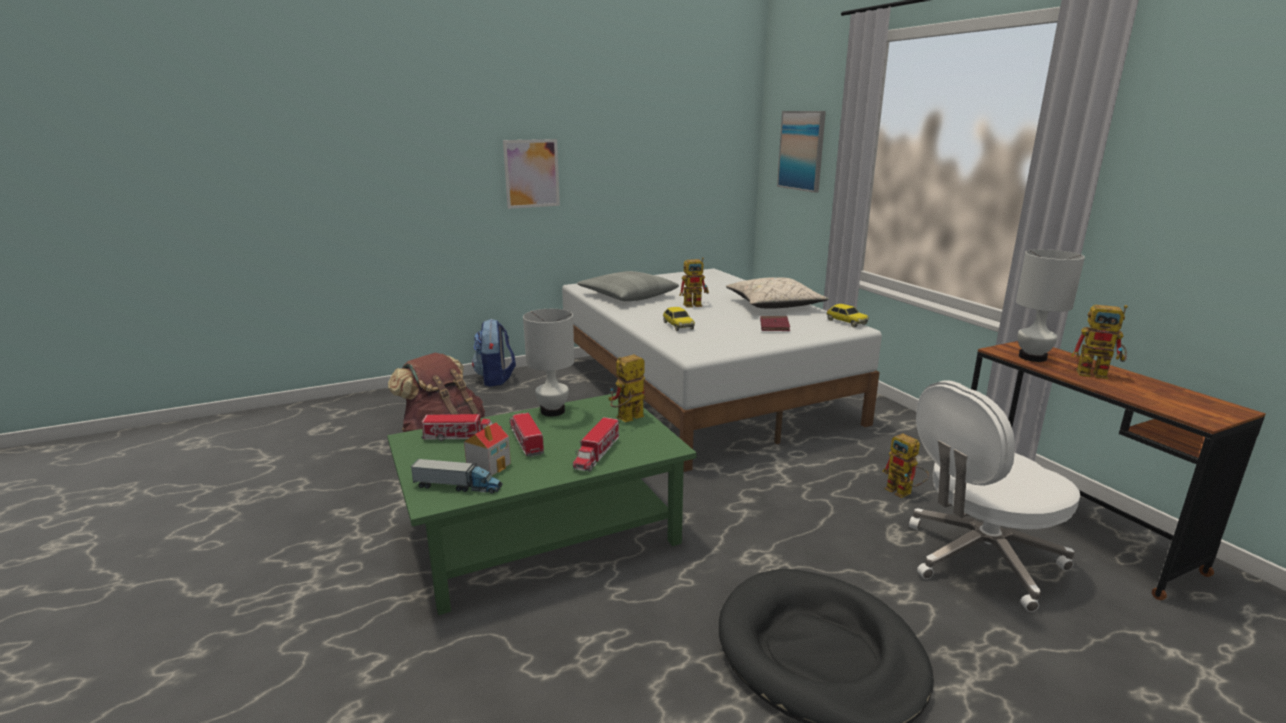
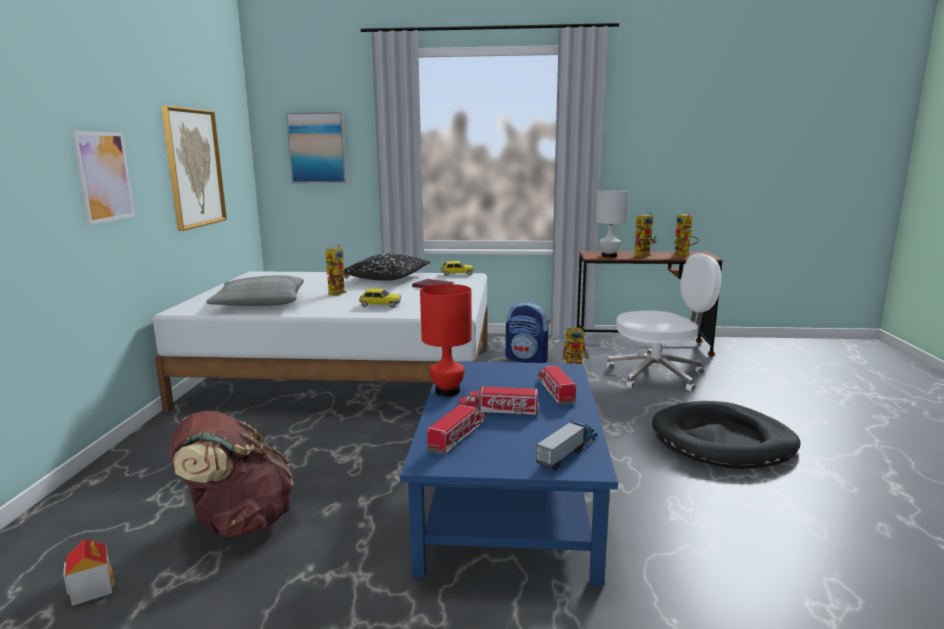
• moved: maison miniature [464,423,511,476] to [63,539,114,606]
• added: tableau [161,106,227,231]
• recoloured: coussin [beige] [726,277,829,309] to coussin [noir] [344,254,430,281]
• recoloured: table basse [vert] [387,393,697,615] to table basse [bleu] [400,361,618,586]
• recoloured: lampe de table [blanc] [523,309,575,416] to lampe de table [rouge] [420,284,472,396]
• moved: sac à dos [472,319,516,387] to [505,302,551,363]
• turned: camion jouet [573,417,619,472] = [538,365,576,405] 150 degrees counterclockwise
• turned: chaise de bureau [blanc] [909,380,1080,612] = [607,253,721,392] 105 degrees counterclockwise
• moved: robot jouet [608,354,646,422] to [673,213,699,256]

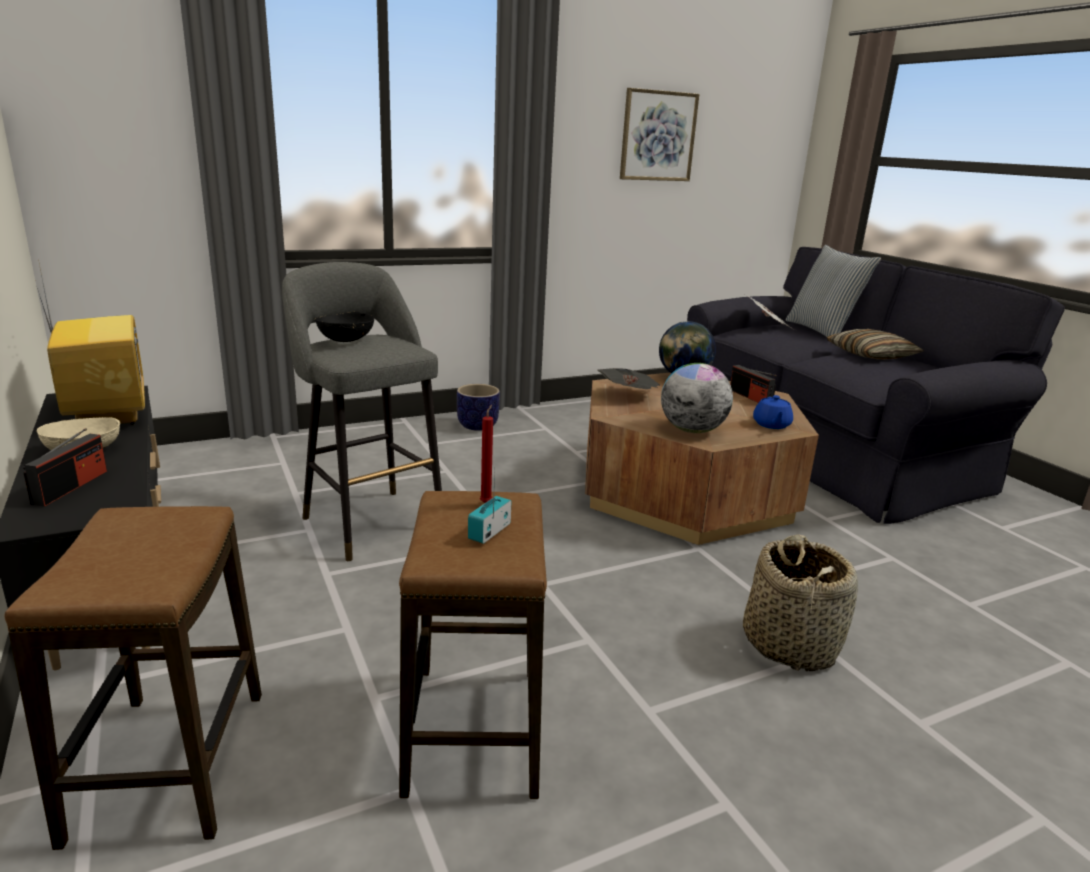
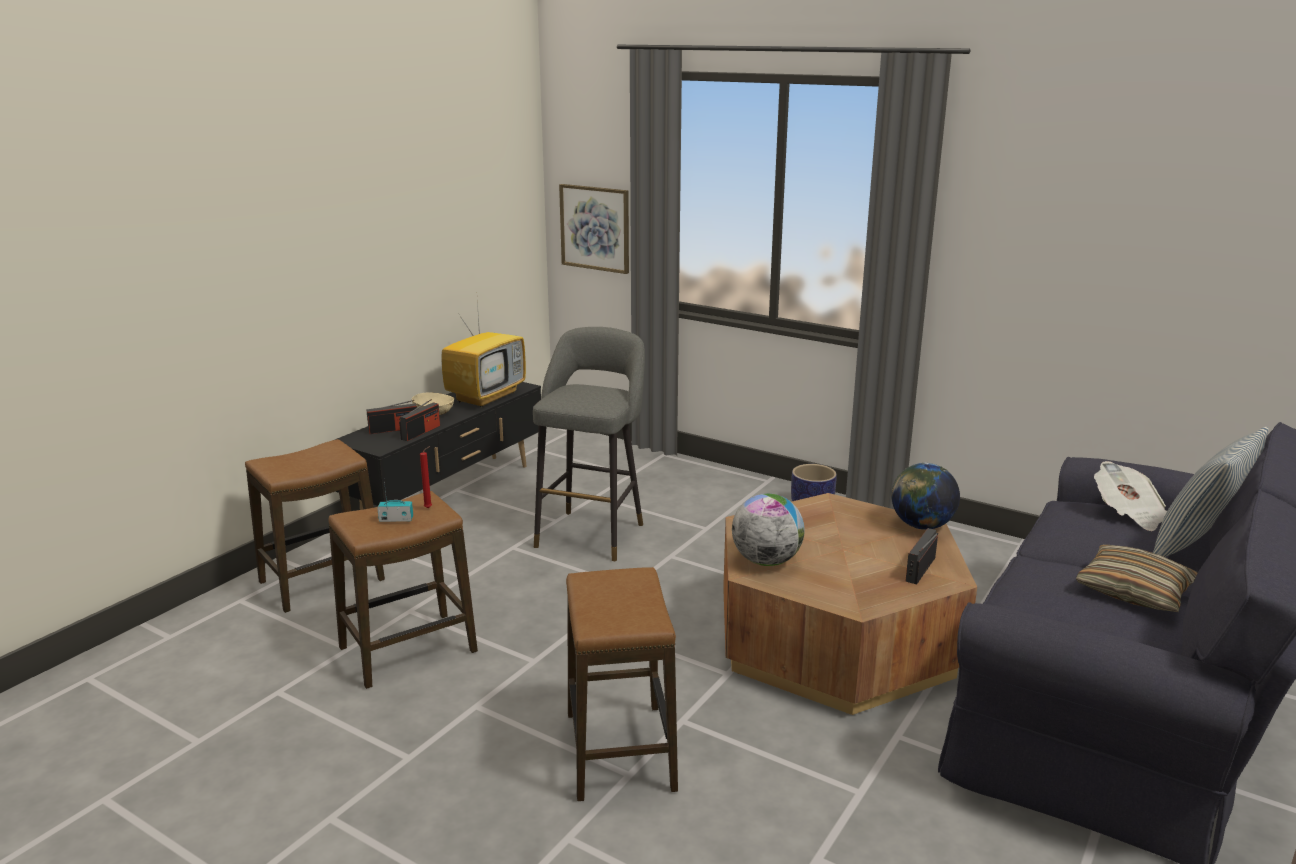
• added: radio [399,399,440,441]
• moved: tableau [620,88,699,181] to [559,184,629,274]
• replaced: panier [743,534,858,671] to tabouret [566,567,678,801]
• removed: bol [noir] [315,312,374,342]
• removed: journal [597,368,660,389]
• removed: théière [bleu] [753,395,793,429]

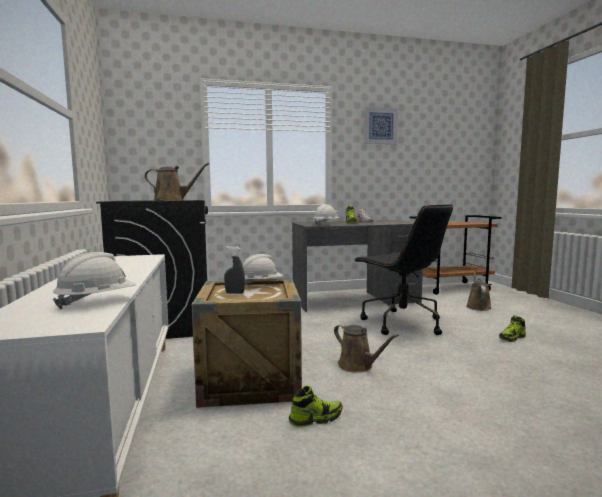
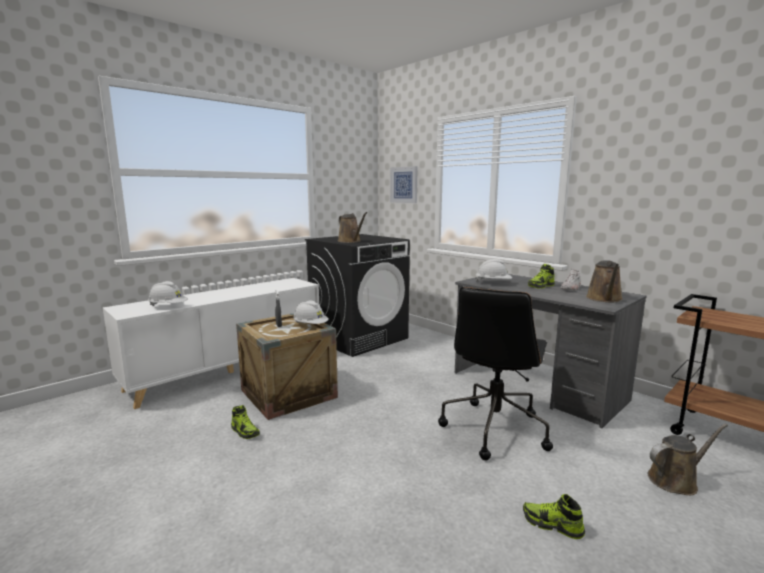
• moved: tableau [364,107,398,144] to [390,166,417,203]
• moved: arrosoir [marron] [334,324,399,373] to [586,260,623,302]

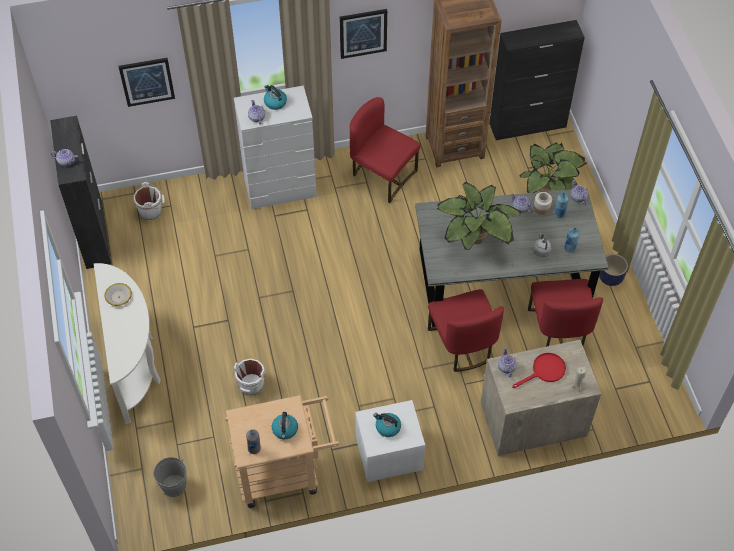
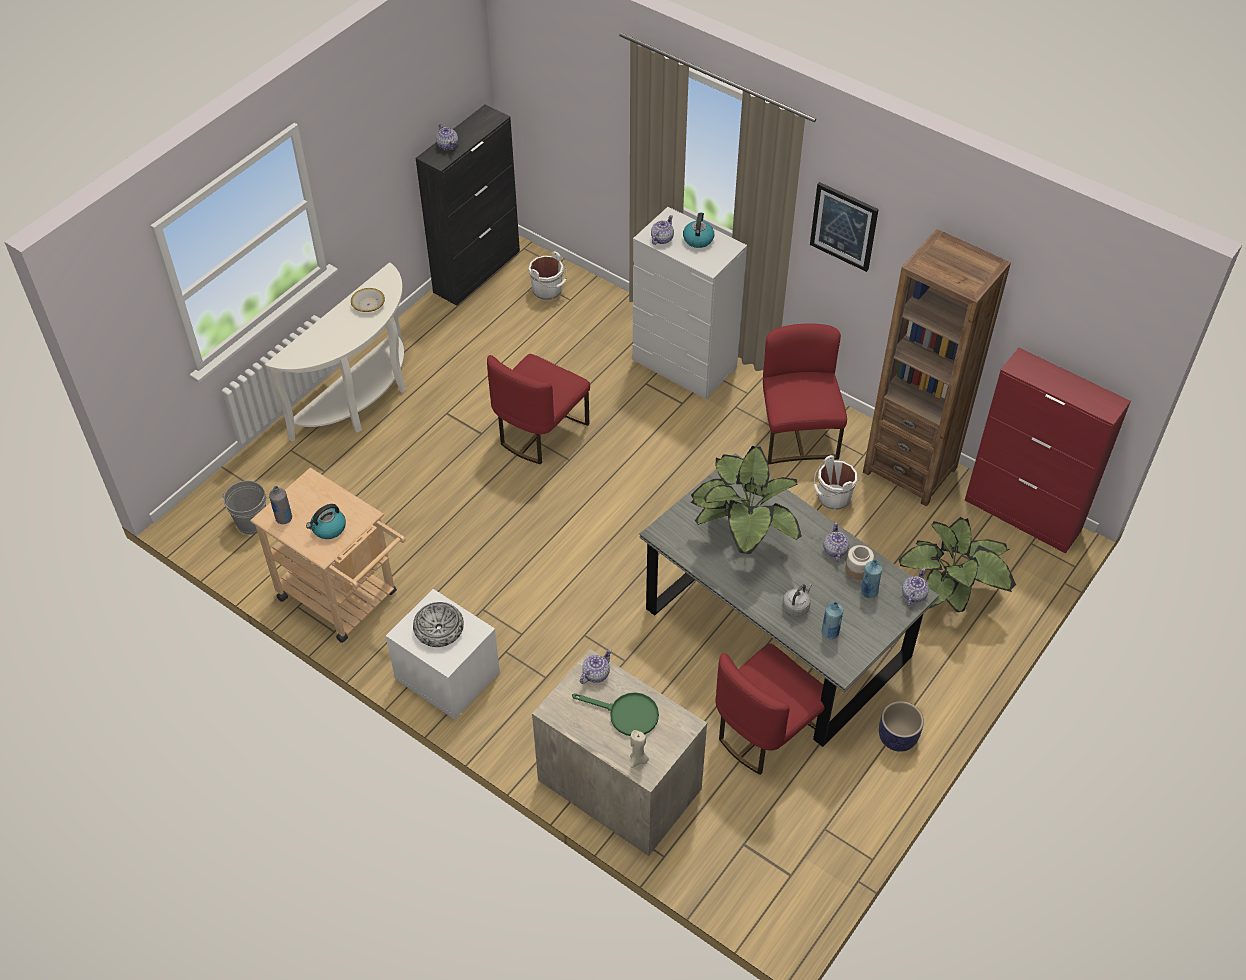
• replaced: bouilloire [373,413,401,437] to bol [413,602,464,647]
• moved: chaise [rouge] [428,289,504,372] to [487,354,590,464]
• recoloured: poêle [rouge] [512,353,566,388] to poêle [vert] [572,692,659,736]
• moved: seau [blanc] [233,359,266,395] to [814,455,859,510]
• recoloured: meuble de rangement [noir] [489,20,585,140] to meuble de rangement [rouge] [965,348,1131,554]
• removed: tableau [119,58,175,107]

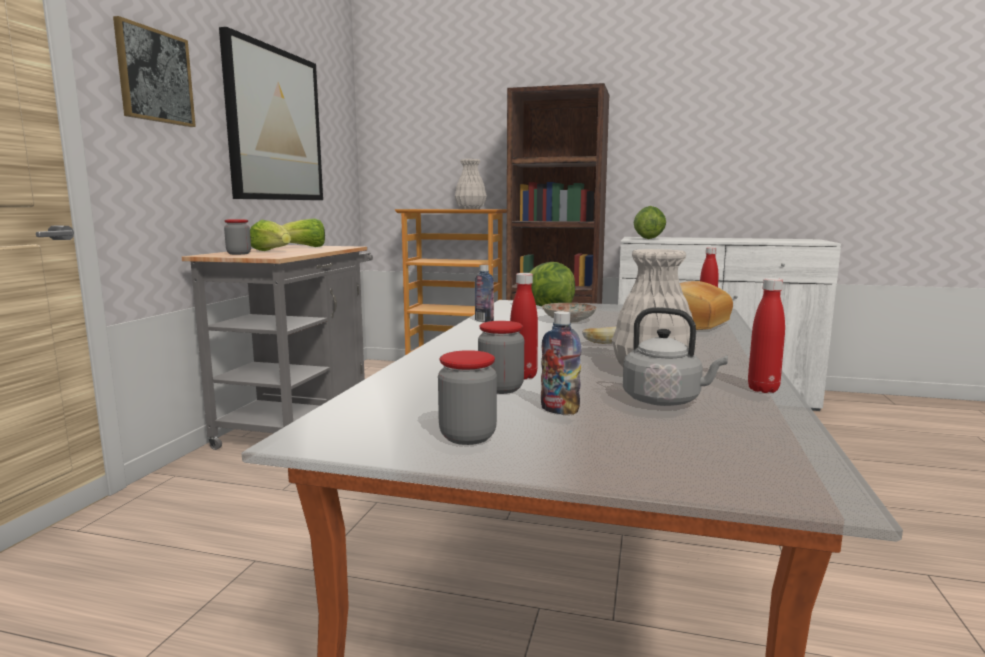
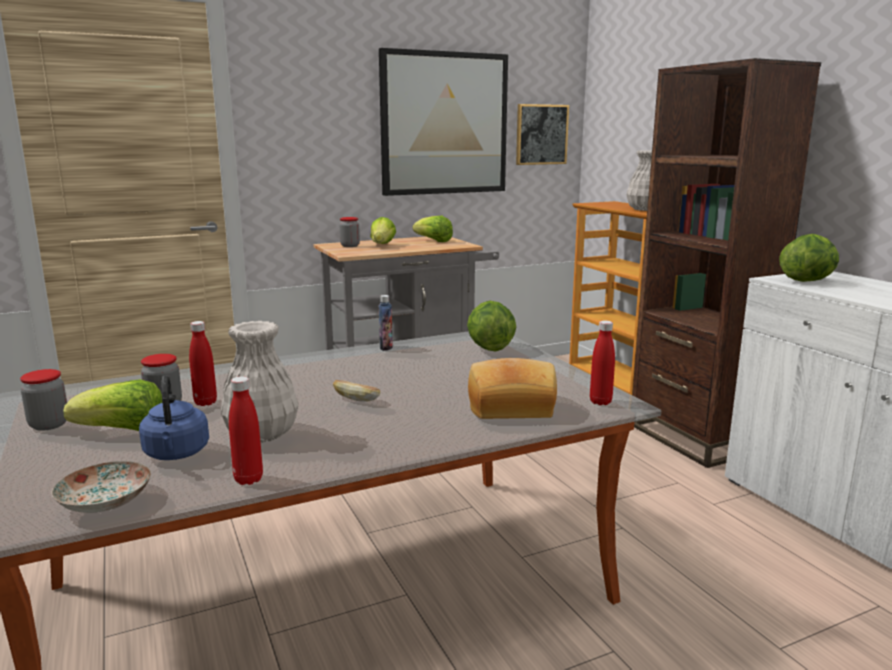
• moved: assiette [542,303,597,323] to [52,461,151,513]
• replaced: bouteille [541,311,581,415] to laitue [63,379,162,431]
• recoloured: bouilloire [gris] [623,307,728,406] to bouilloire [bleu] [139,375,209,460]
• moved: tableau [113,16,196,127] to [516,104,569,165]

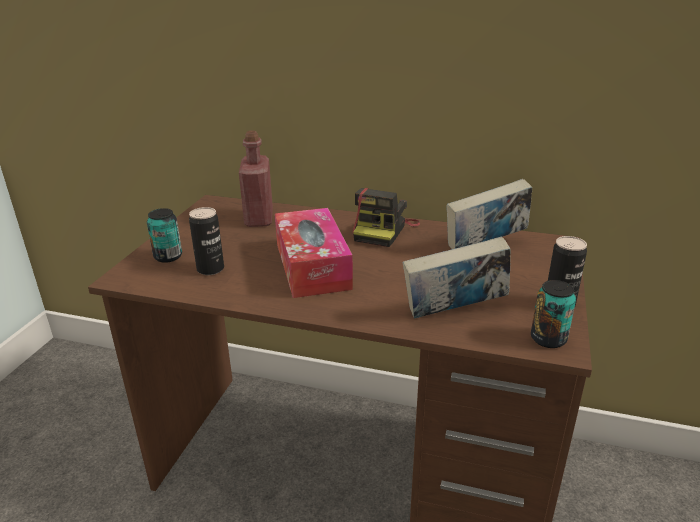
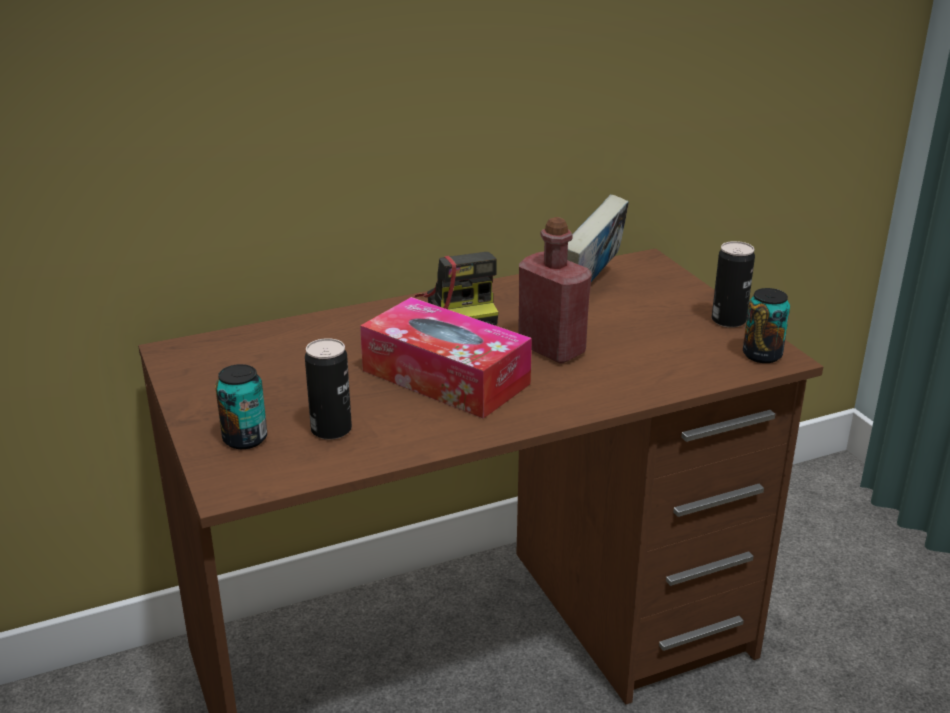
• moved: bouteille [rouge] [239,131,273,227] to [518,217,592,364]
• removed: livre [403,236,511,319]

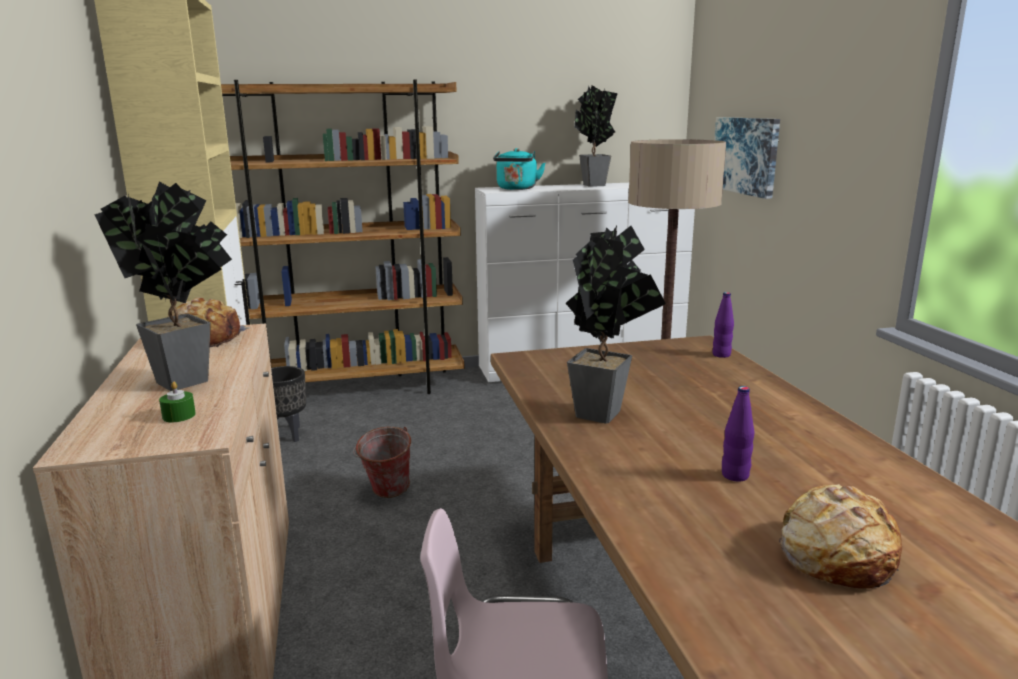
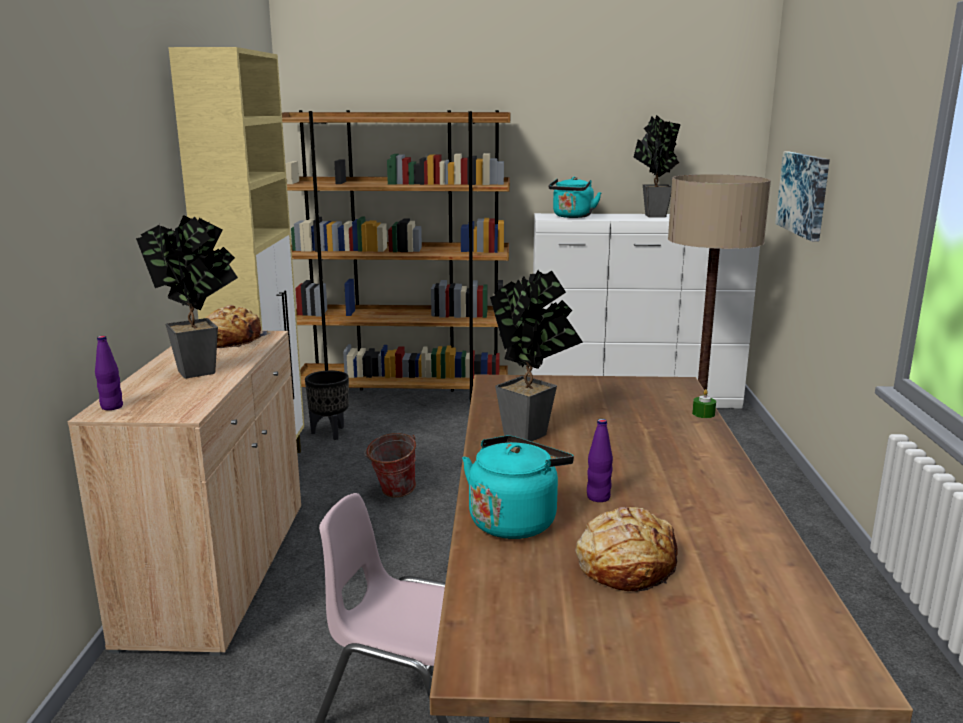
• moved: bouteille [violet] [712,292,734,358] to [95,336,123,410]
• added: bouilloire [turquoise] [462,435,574,539]
• moved: bougie [vert] [159,382,196,422] to [692,389,716,418]

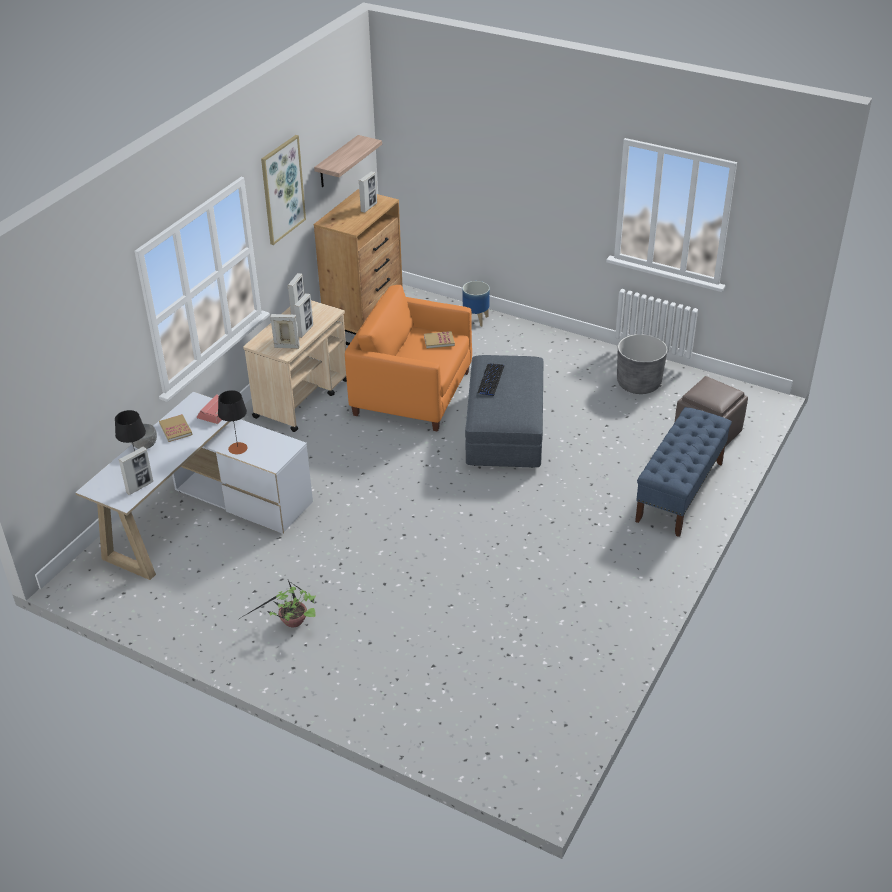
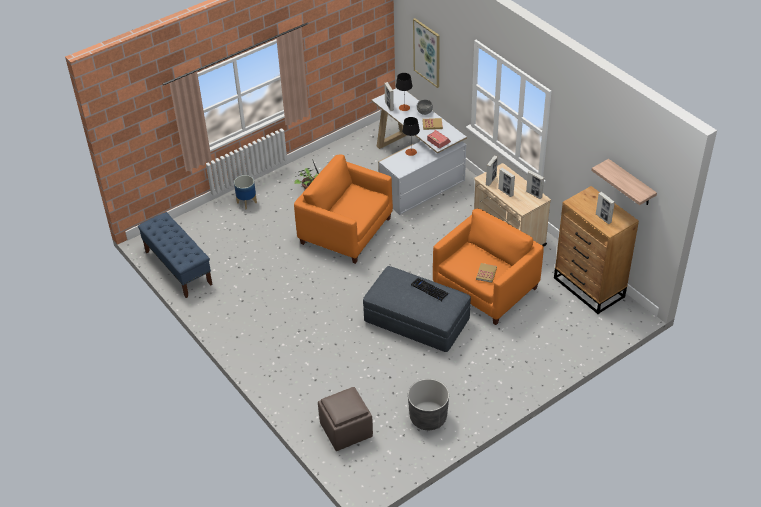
• moved: banc [bleu] [635,407,732,537] to [138,212,213,298]
• moved: cache-pot [463,281,490,327] to [234,175,257,210]
• added: fauteuil [orange] [294,155,393,264]
• moved: tableau [261,135,306,245] to [413,18,440,88]

